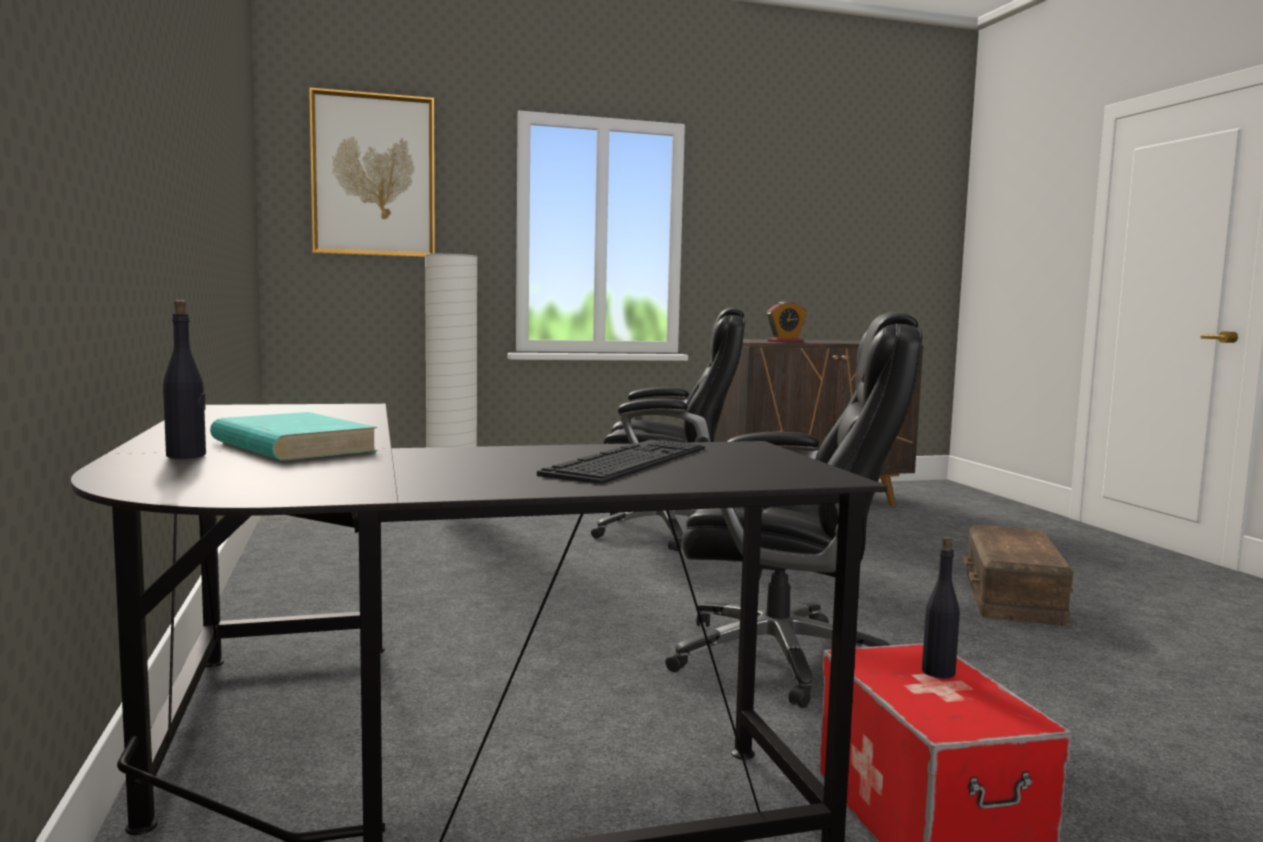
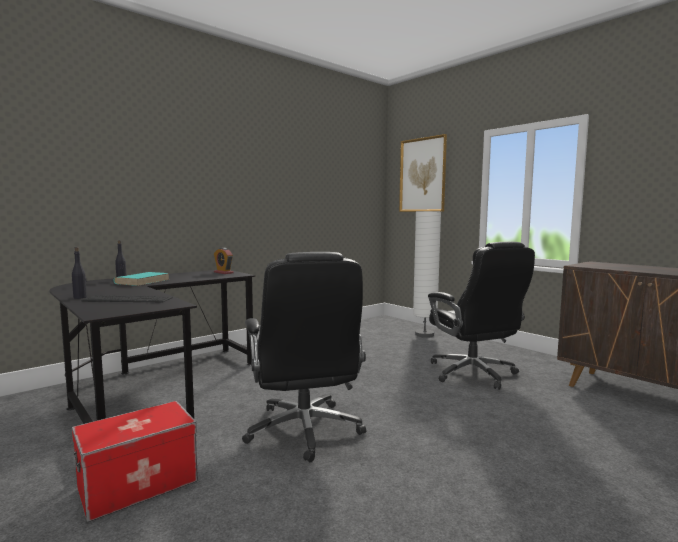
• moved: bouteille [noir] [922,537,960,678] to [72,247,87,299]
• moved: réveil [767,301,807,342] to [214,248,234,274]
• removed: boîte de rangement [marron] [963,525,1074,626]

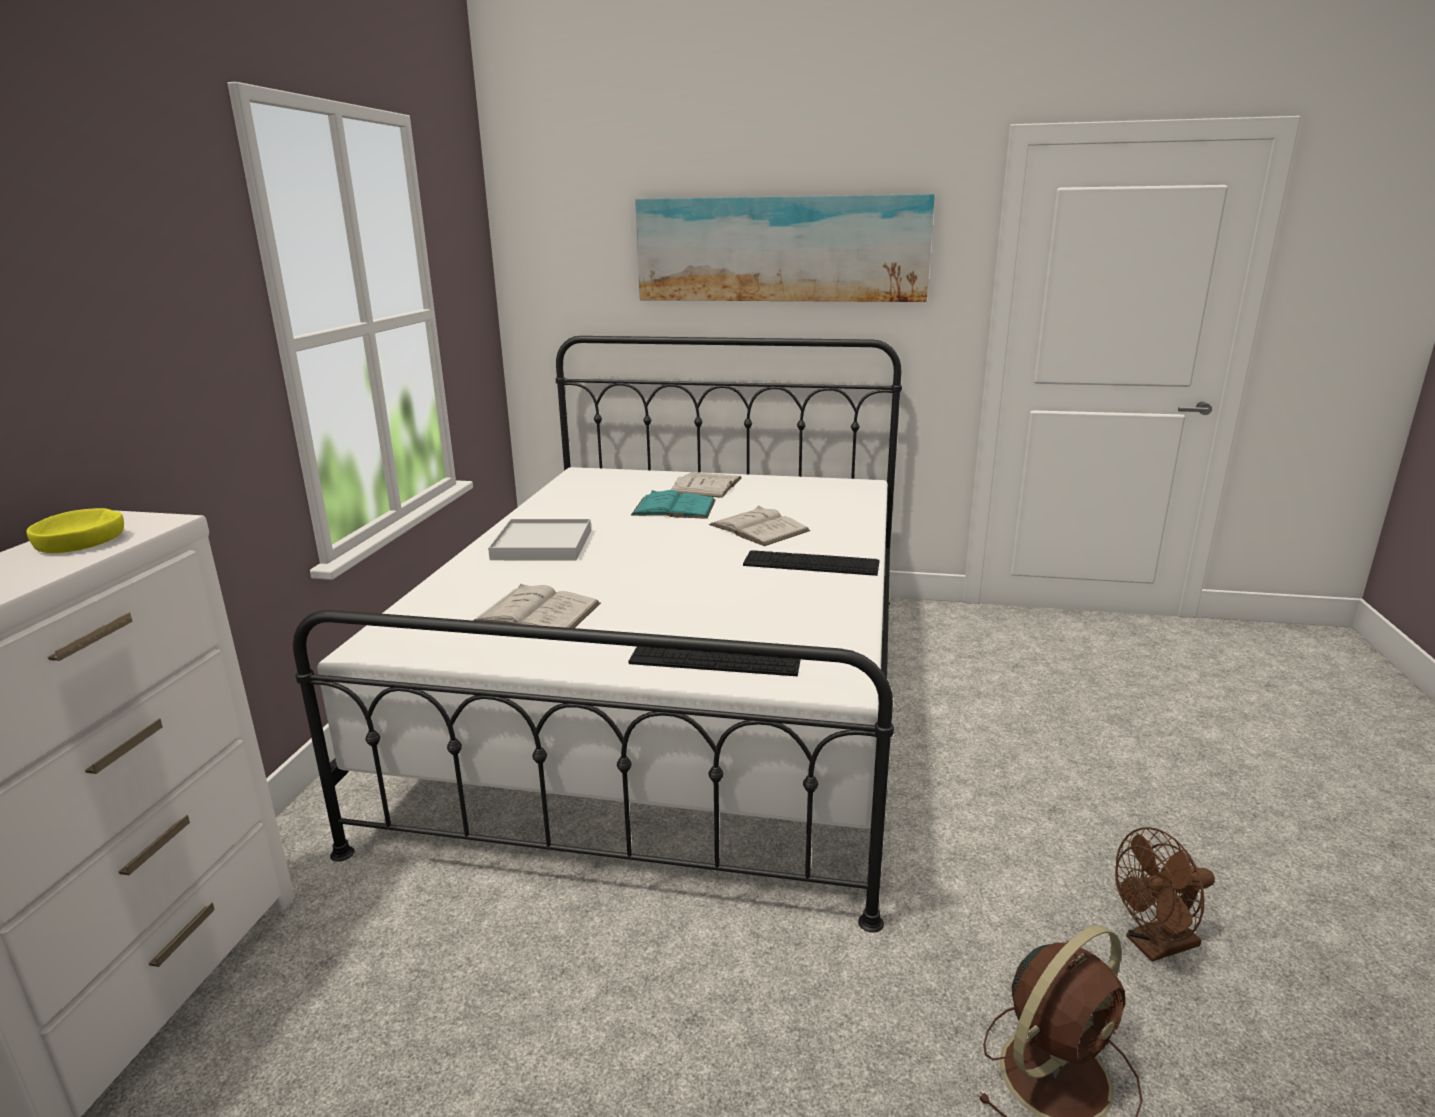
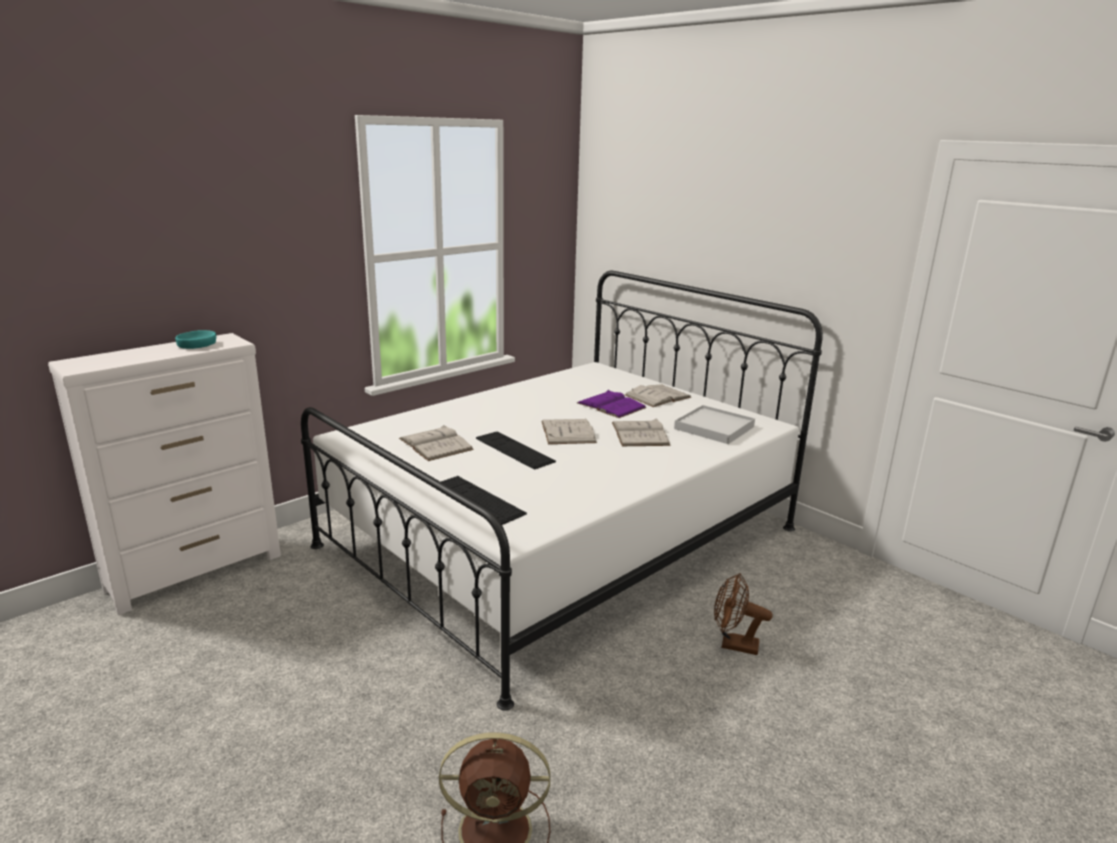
• recoloured: bol [jaune] [26,508,124,553] to bol [turquoise] [175,330,216,349]
• moved: clavier [743,550,880,576] to [476,432,556,470]
• added: livre [blanc] [541,419,597,444]
• recoloured: livre [turquoise] [631,490,716,519] to livre [violet] [577,390,647,418]
• moved: plateau [blanc] [488,519,591,560] to [674,405,755,444]
• moved: ventilateur [marron] [1115,827,1215,962] to [714,573,773,655]
• removed: tableau [635,194,934,302]

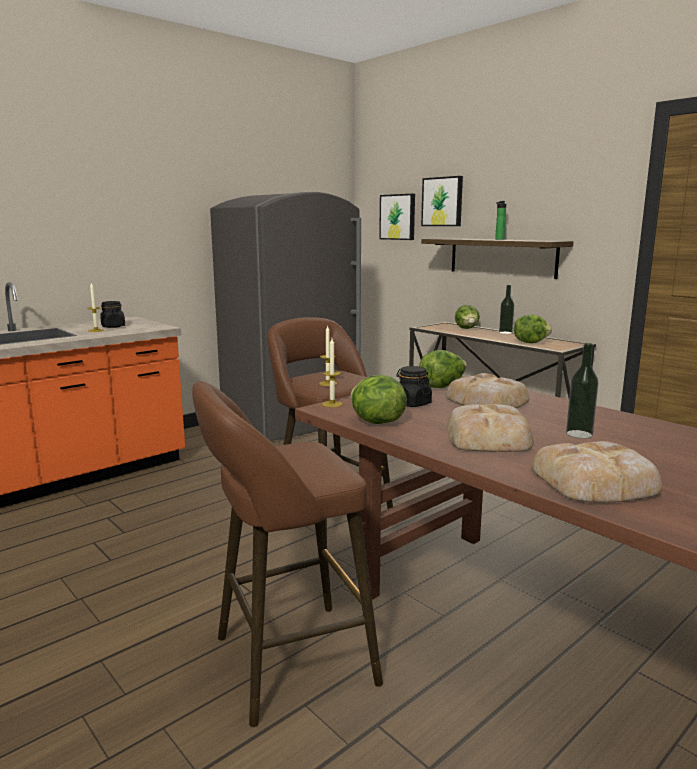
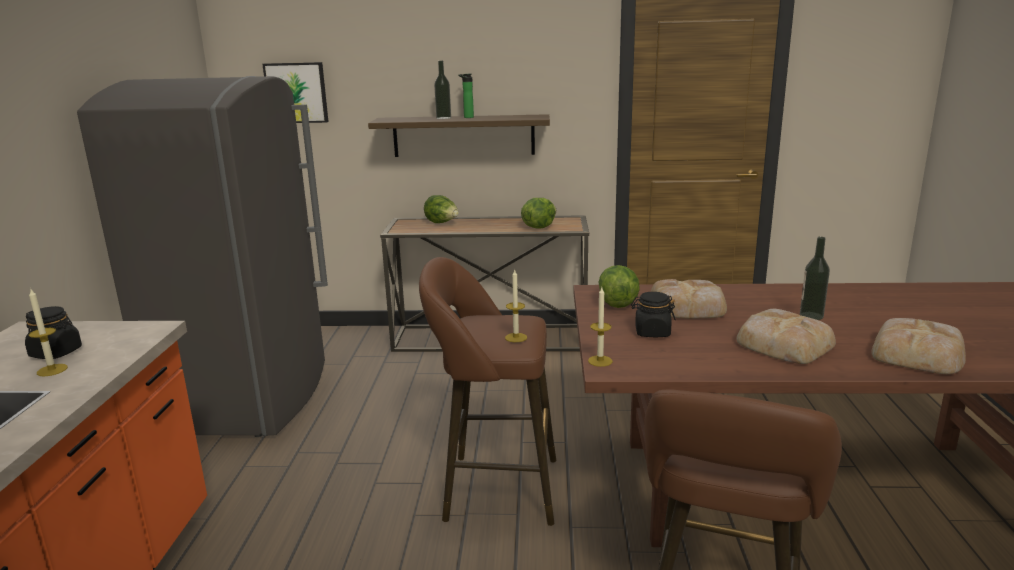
• moved: bouteille [499,285,514,334] to [434,61,451,119]
• removed: laitue [350,375,407,424]
• removed: tableau [421,176,463,226]

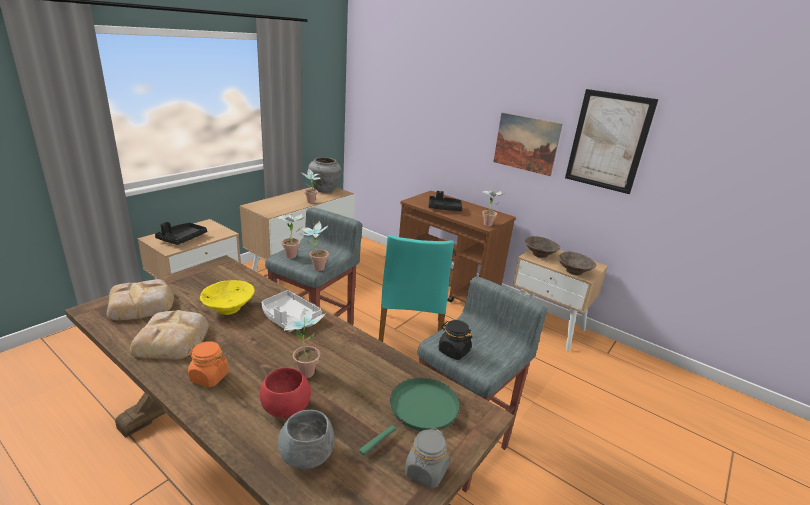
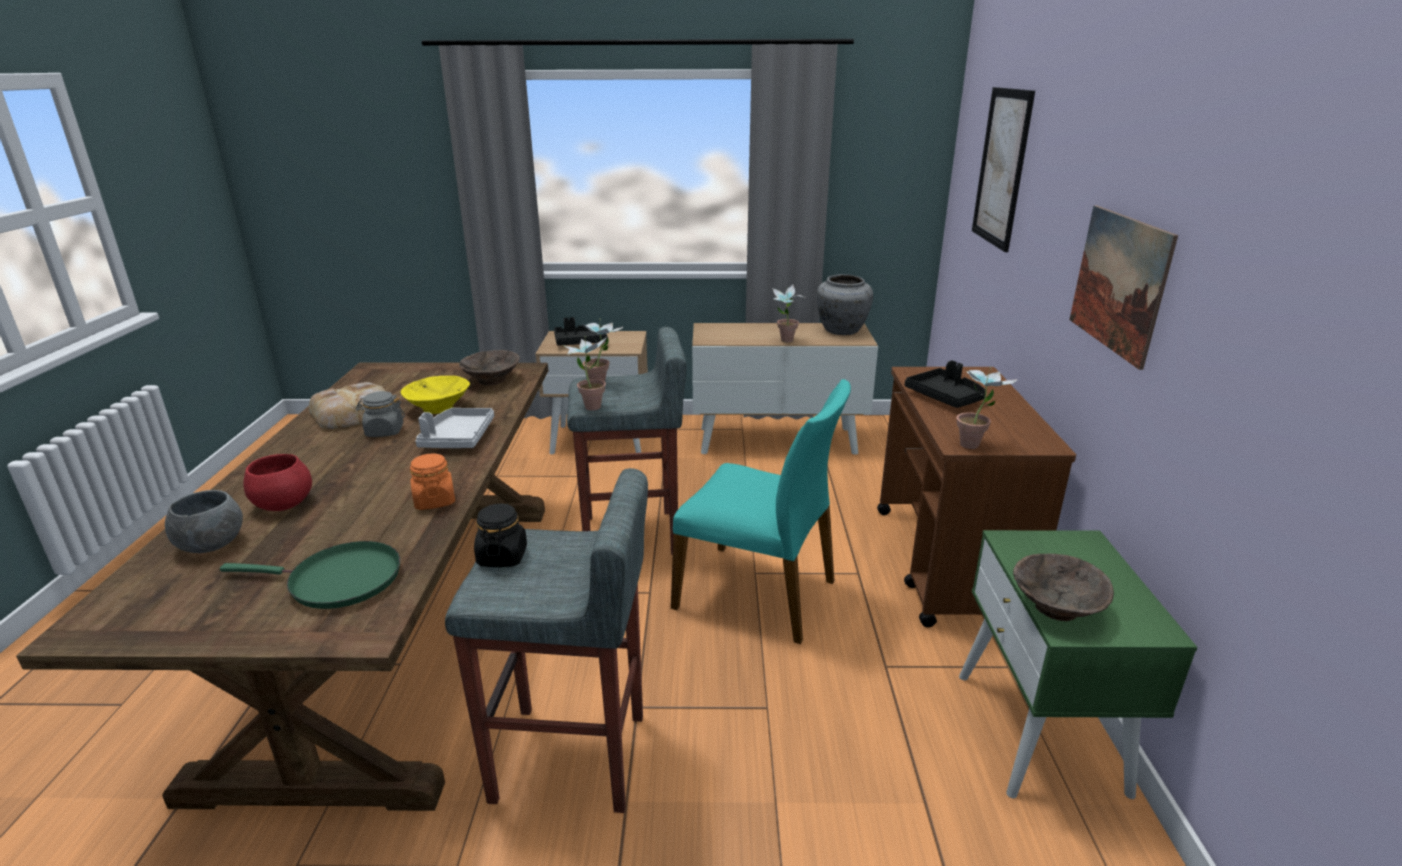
• moved: bocal [gris] [405,428,450,488] to [356,391,405,437]
• moved: bocal [orange] [187,341,229,387] to [410,454,455,510]
• moved: bol [marron] [525,236,560,258] to [459,350,520,385]
• turned: chaise [turquoise] [379,235,454,342] = [671,379,851,644] 120 degrees counterclockwise
• recoloured: table de chevet [beige] [513,249,608,351] to table de chevet [vert] [959,530,1198,799]
• moved: tableau [565,89,659,194] to [972,87,1035,252]
• removed: pain [107,279,174,320]
• removed: plante en pot [284,308,326,378]

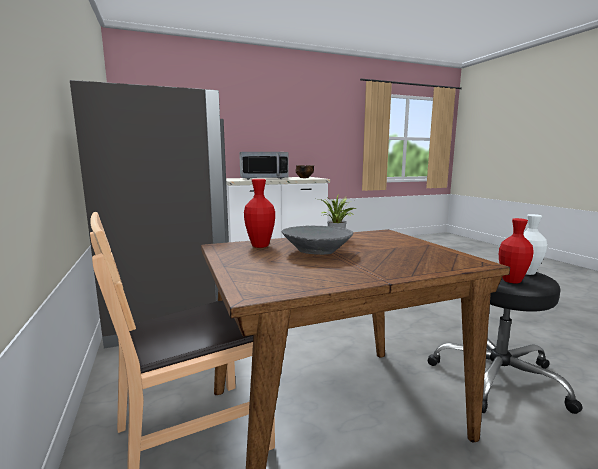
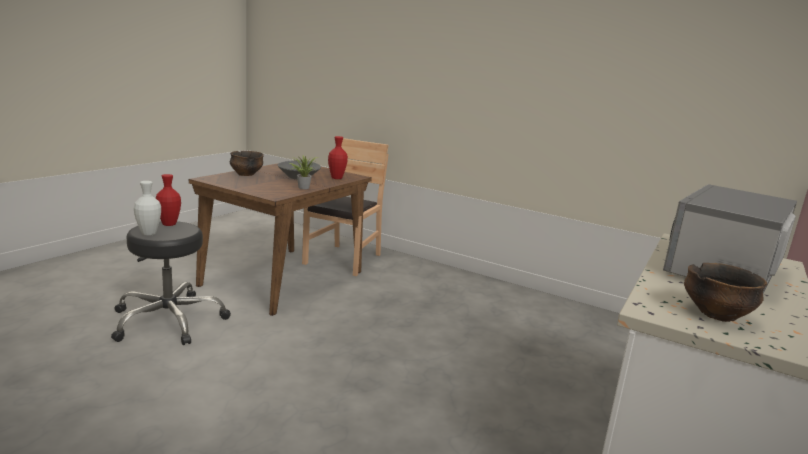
• added: bol [230,151,264,176]
• removed: réfrigérateur [gris] [70,80,229,349]

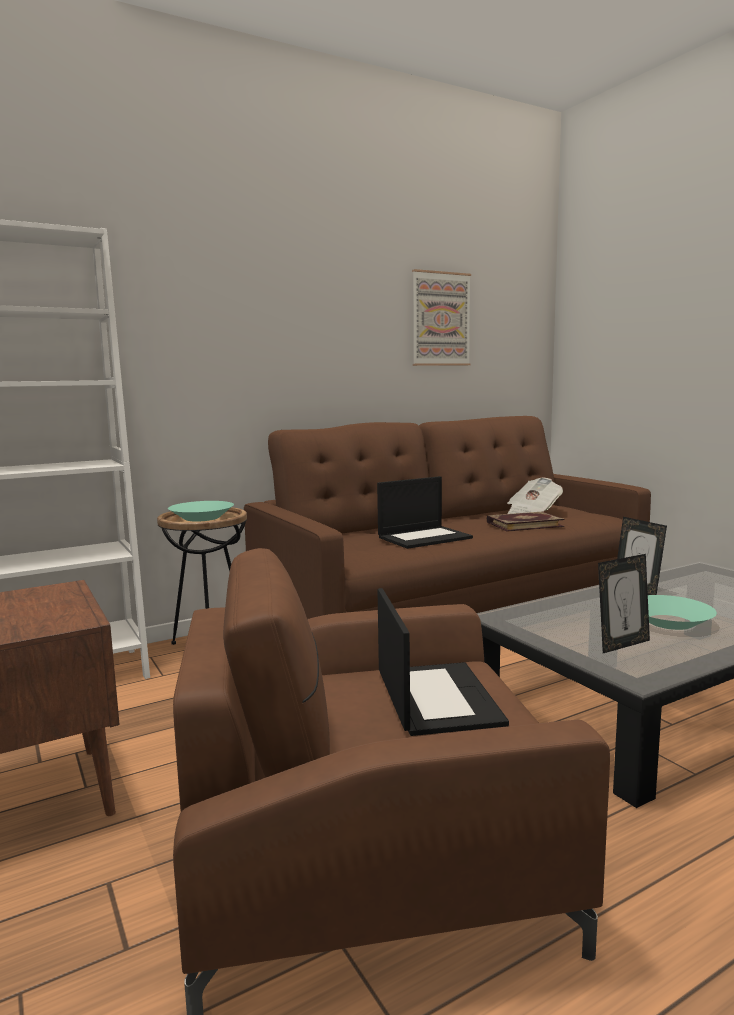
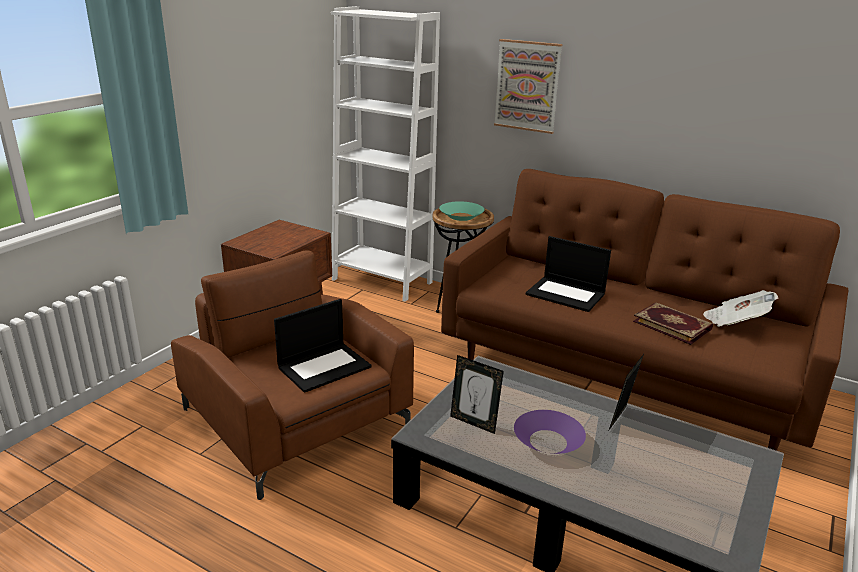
• moved: tableau [412,269,471,366] to [494,39,562,134]
• recoloured: bol [turquoise] [648,595,717,630] to bol [violet] [514,410,586,454]

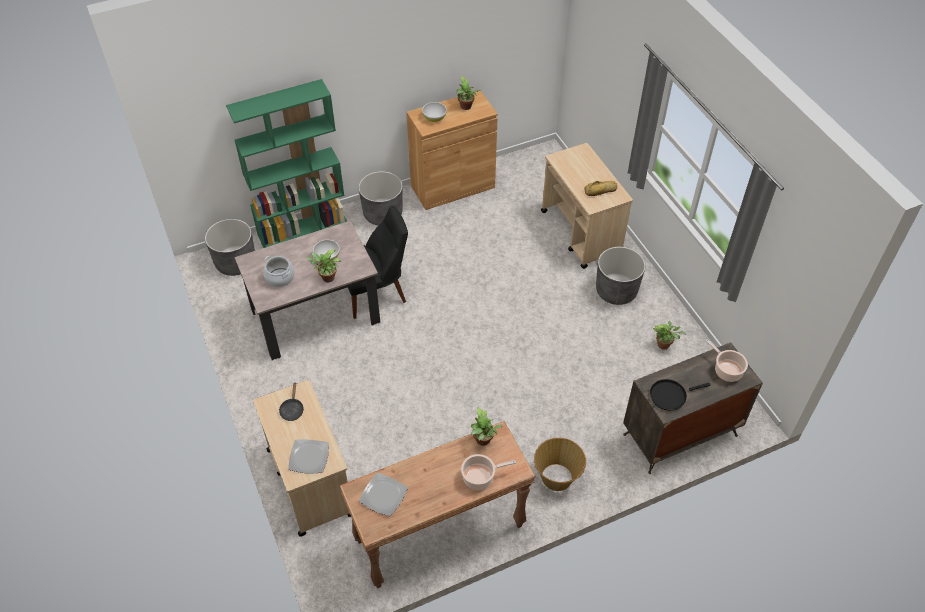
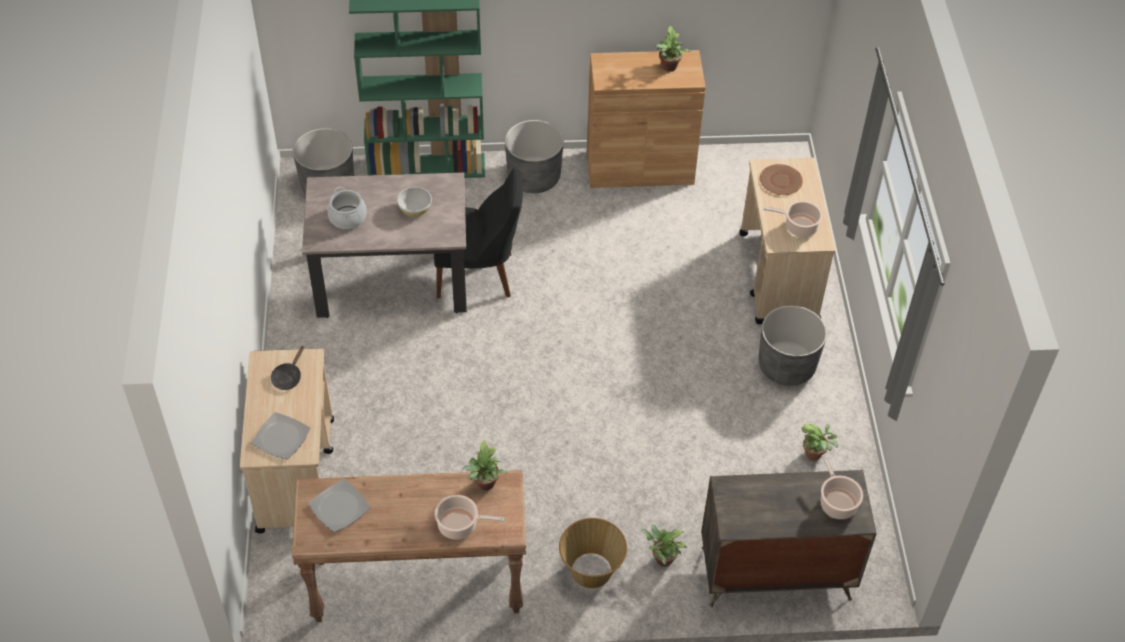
• moved: plante en pot [305,250,341,282] to [641,524,687,567]
• added: assiette [marron] [760,164,803,195]
• replaced: pain [584,181,617,196] to marmite [763,201,823,237]
• removed: bol [blanc] [422,102,447,122]
• removed: poêle [noir] [650,379,710,411]

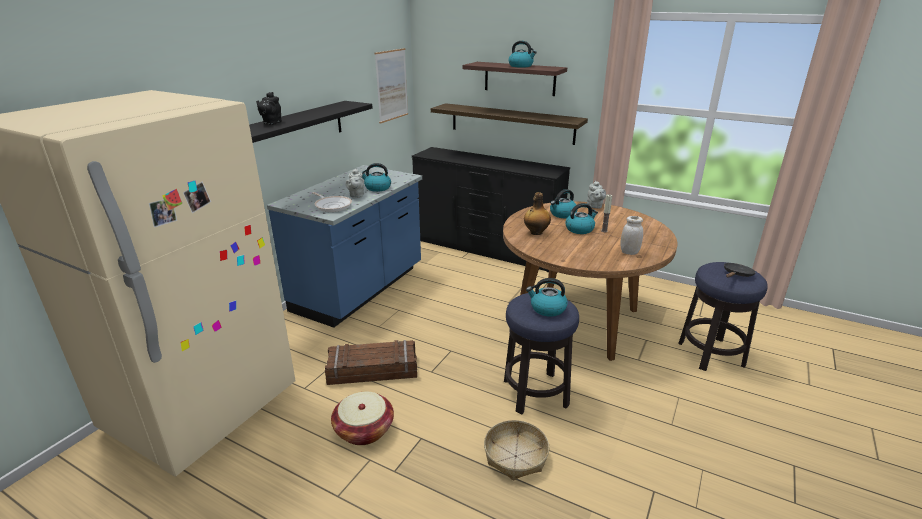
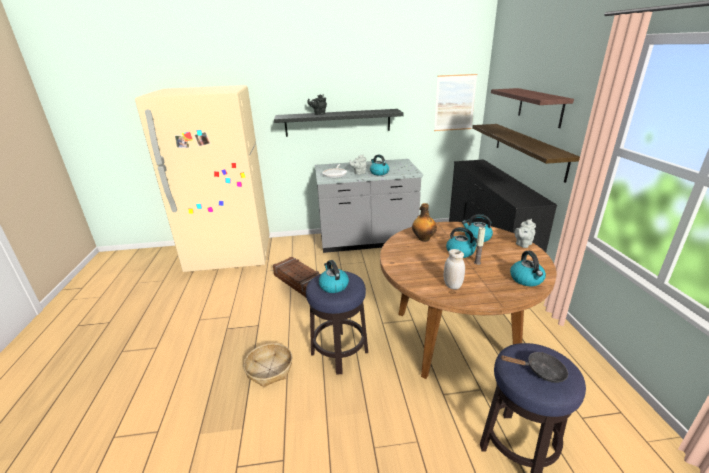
• recoloured: comptoir de cuisine [bleu] [267,165,422,328] to comptoir de cuisine [gris] [315,159,423,253]
• moved: bouilloire [509,41,537,68] to [510,251,546,286]
• removed: panier [331,392,394,445]

